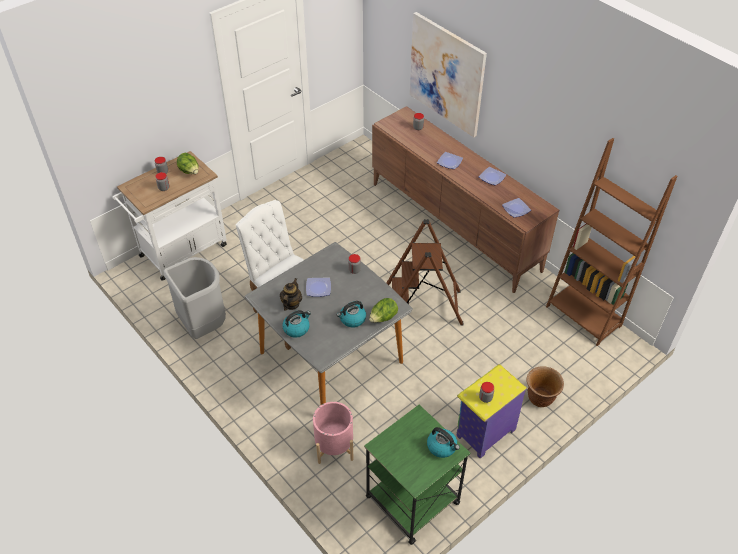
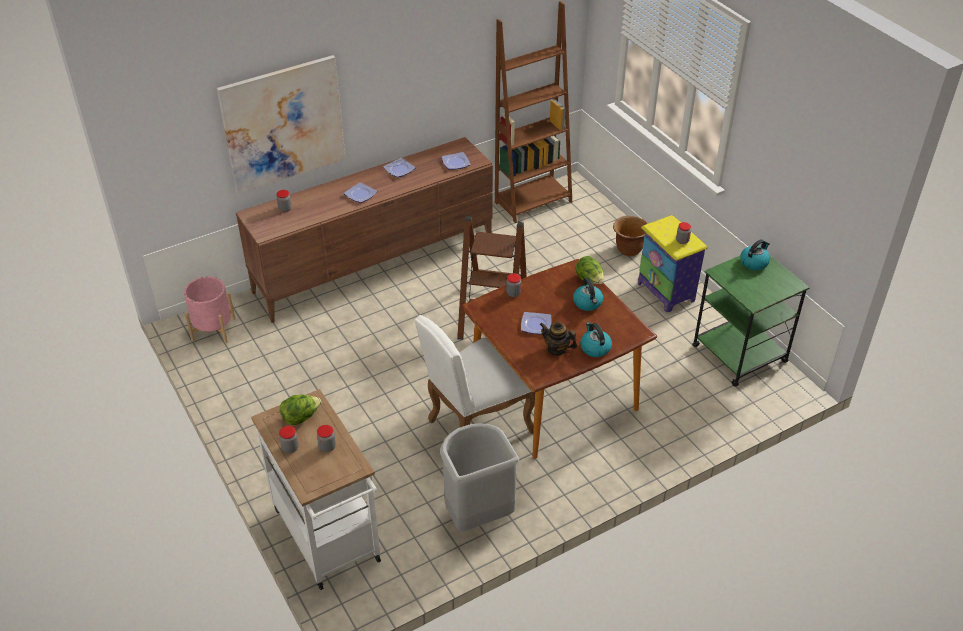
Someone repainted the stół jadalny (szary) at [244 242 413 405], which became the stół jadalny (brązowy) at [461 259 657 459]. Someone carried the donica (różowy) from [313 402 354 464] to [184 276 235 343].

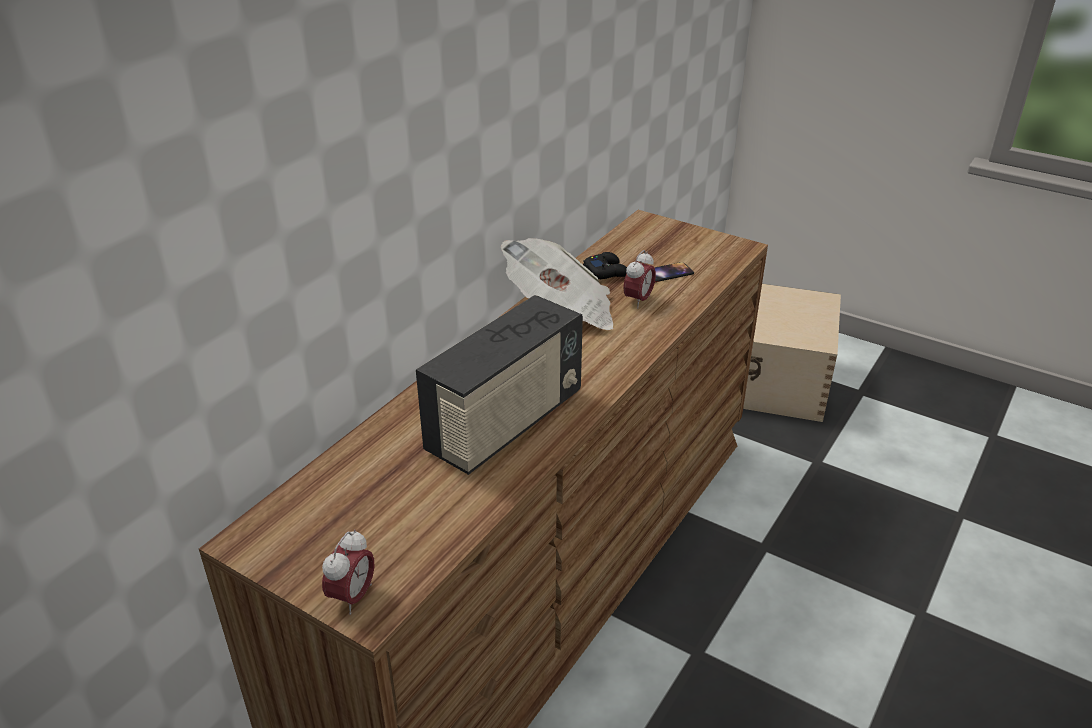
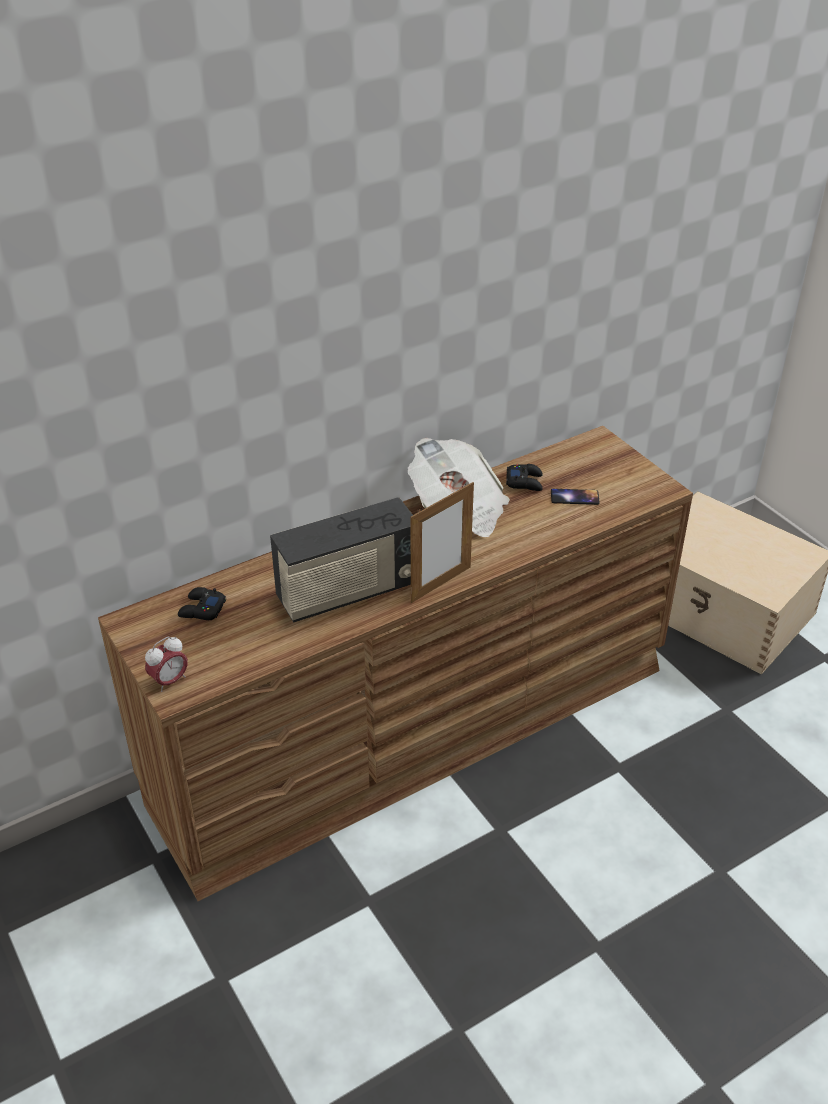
Someone took away the budzik at [623 250 656 308]. Someone put down the pad do gier (czarny) at [178 587 226 620]. Someone put down the ramka na zdjęcie at [411 482 474 603].

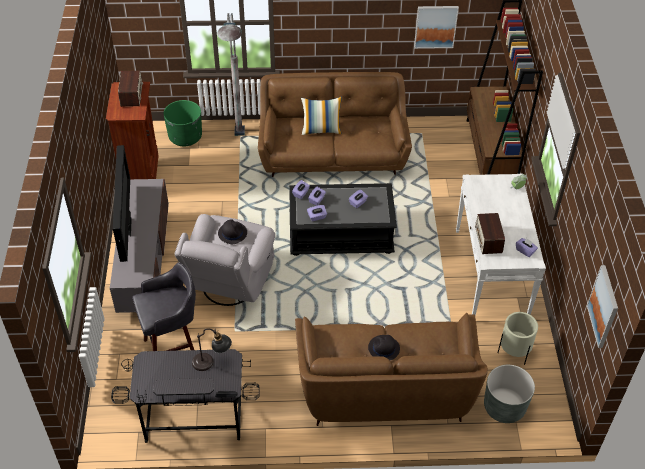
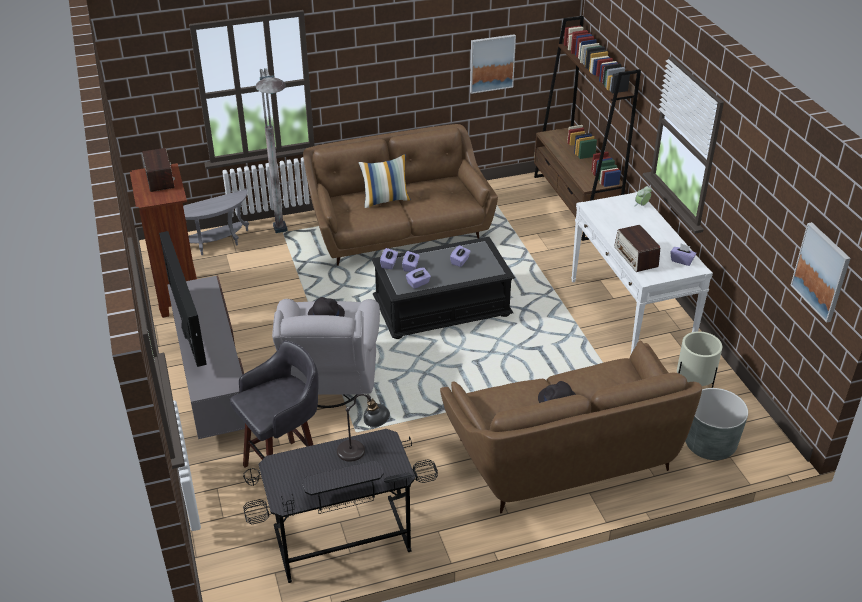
Someone swapped the donica (zielony) at [164 100 202 146] for the stolik (szary) at [183 189 249 255].

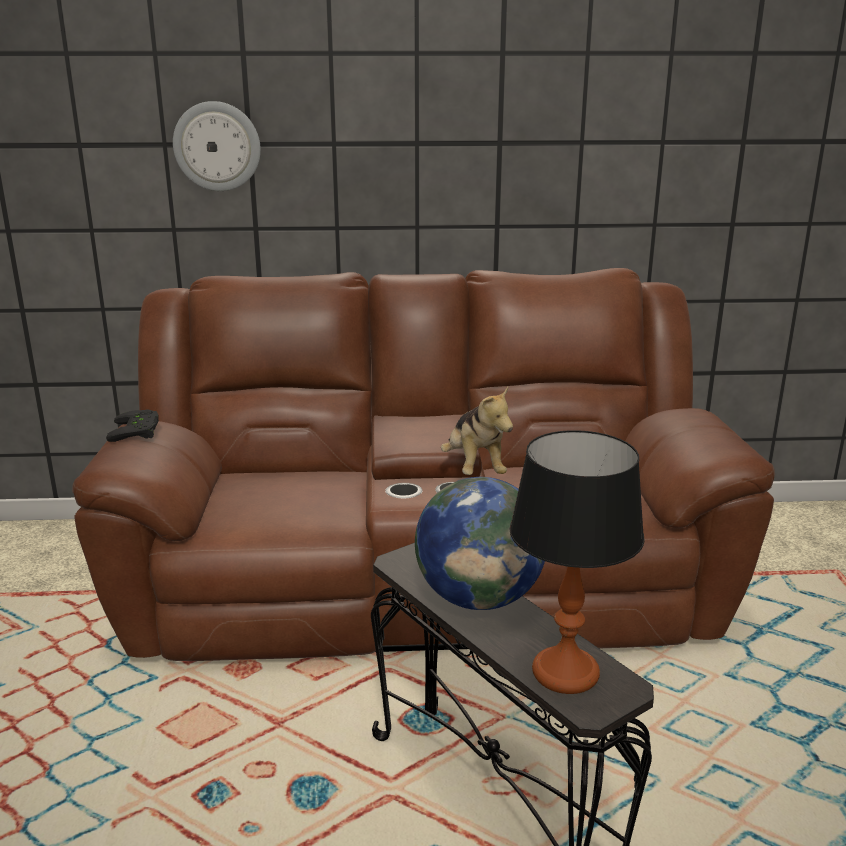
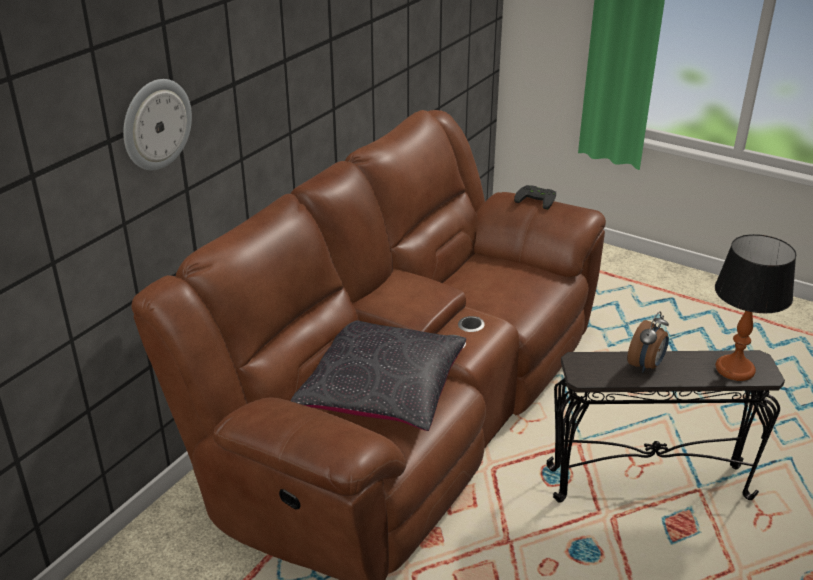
Someone carried the pad do gier (czarny) from [106 409 159 442] to [514 185 556 210]. Someone swapped the globus at [415 477 545 610] for the budzik at [627 311 669 373]. Someone took away the pluszak at [441 387 513 475]. Someone put down the poduszka (czarny) at [290 320 466 431].

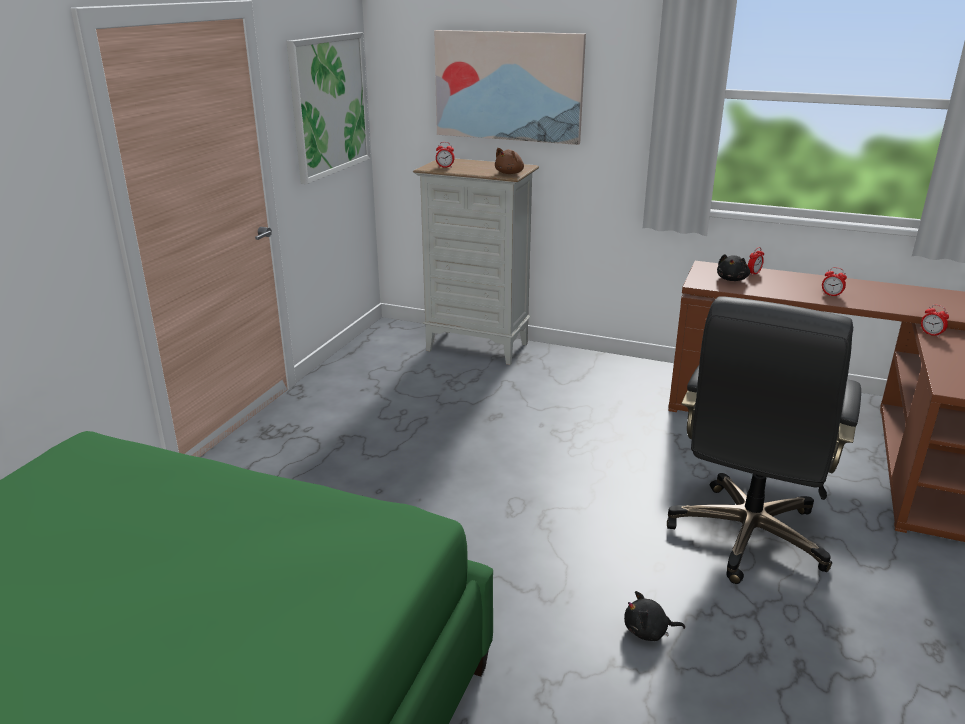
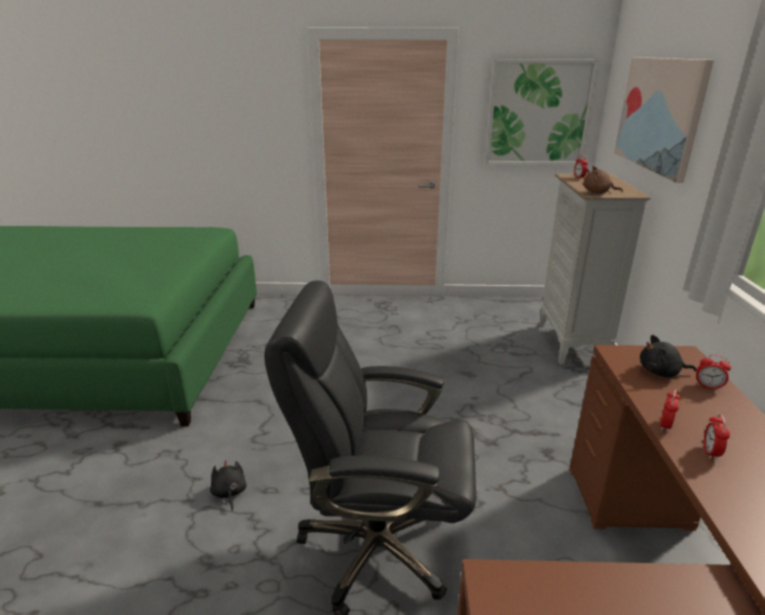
Someone carried the budzik from [921 305 949 337] to [660 389 680 432].

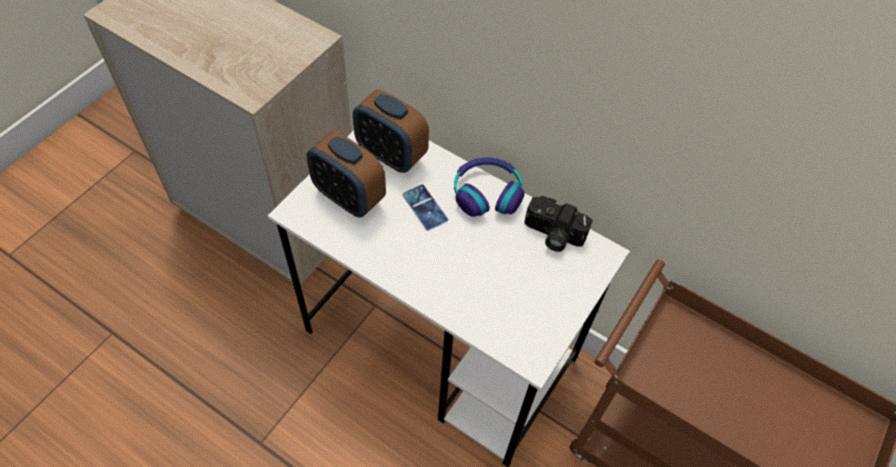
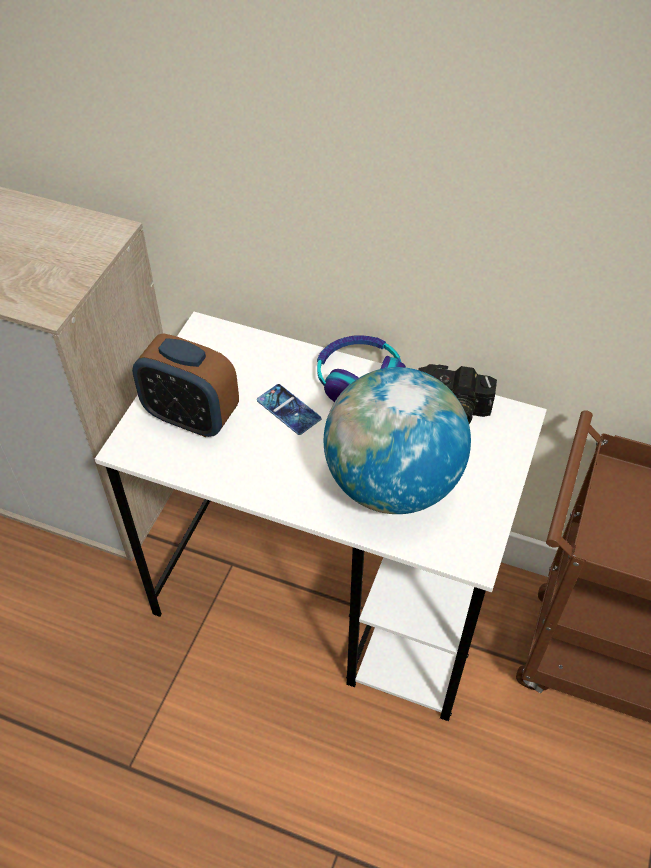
Someone took away the budzik at [353 89 429 173]. Someone put down the globus at [324 367 471 514].

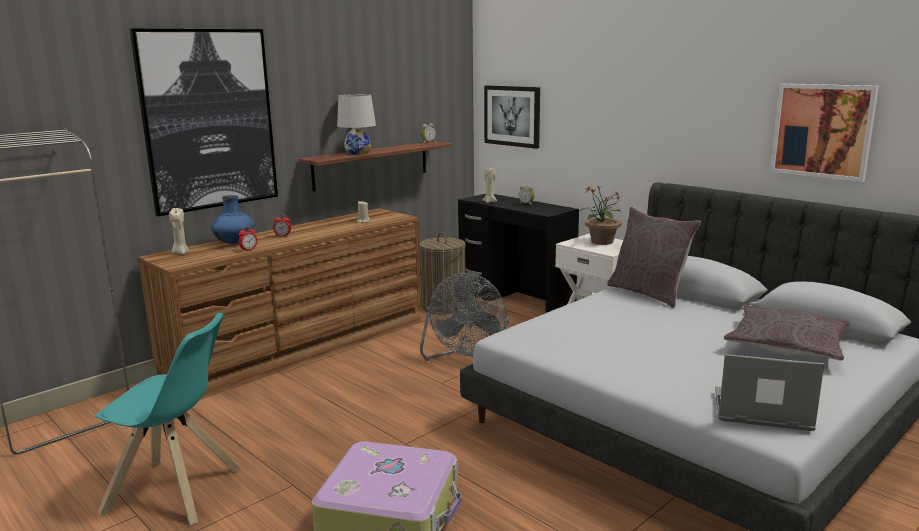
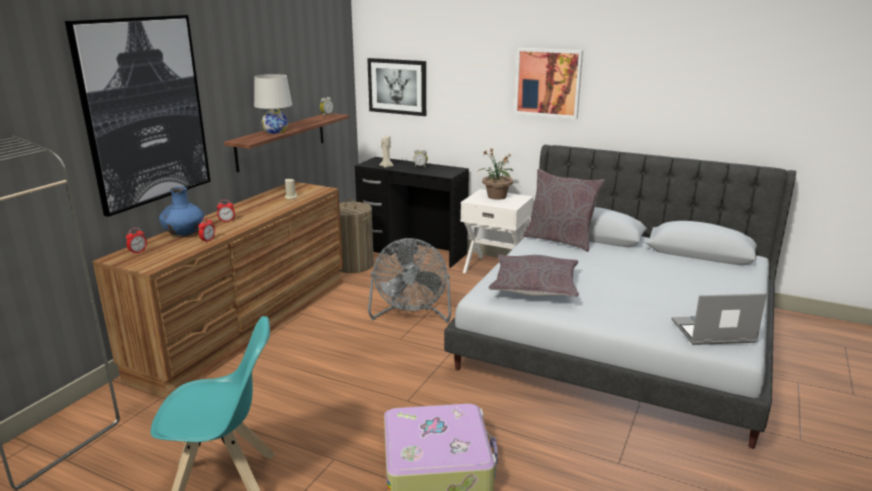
Someone swapped the świeca (beżowy) at [169 208 190 255] for the budzik at [126 228 147 255]. Someone carried the poduszka (szary) from [724 305 850 361] to [489 254 579 297]. Someone carried the obraz from [770 84 879 182] to [514 48 583 119].

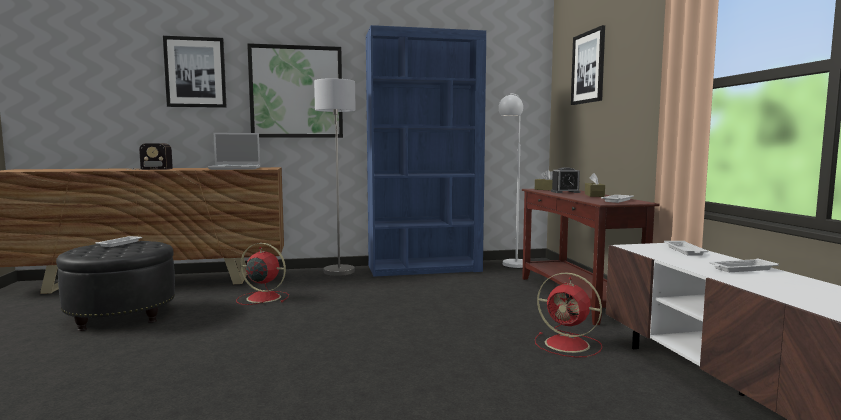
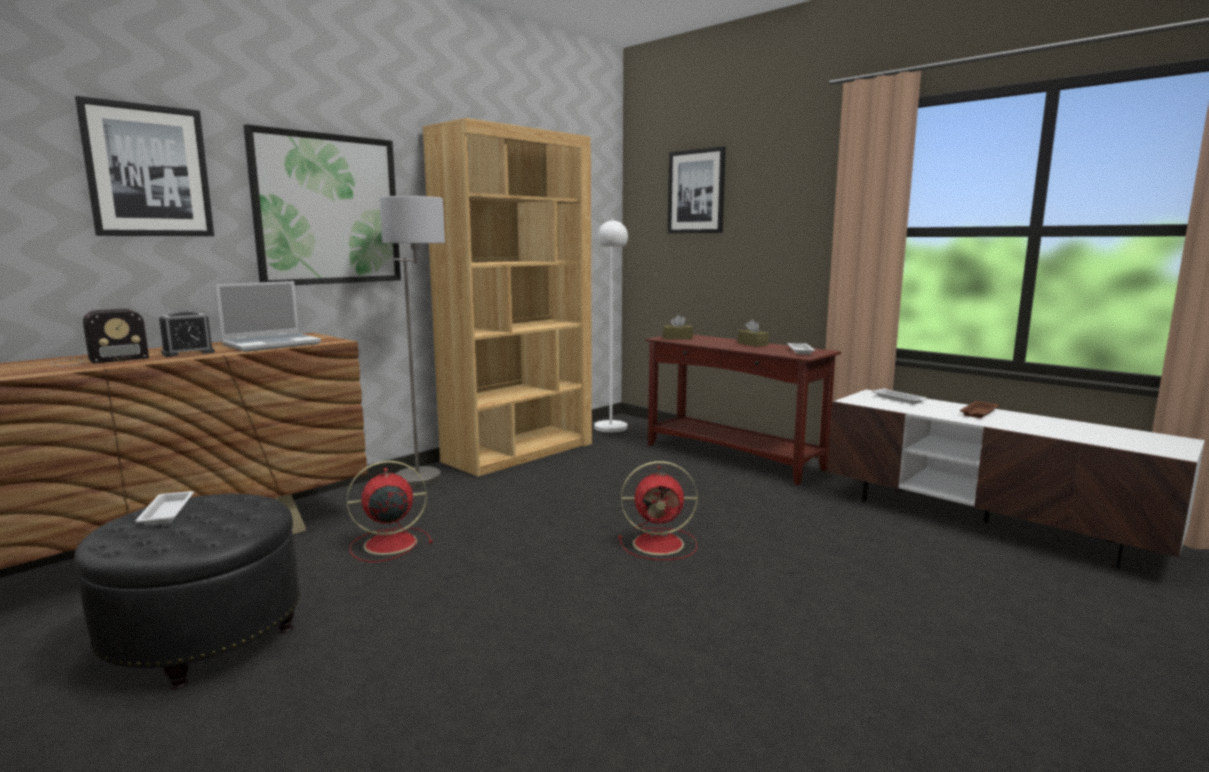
Someone repainted the regał (niebieski) at [366 25 486 277], which became the regał (brązowy) at [423 118 592 477]. Someone carried the wentylator (czerwony) from [535 272 602 357] to [619 461 698 560]. Someone carried the budzik from [551 167 581 193] to [159 310 215 357]. Someone repainted the taca (biały) at [709 258 779 272], which became the taca (brązowy) at [960 401 999 418].

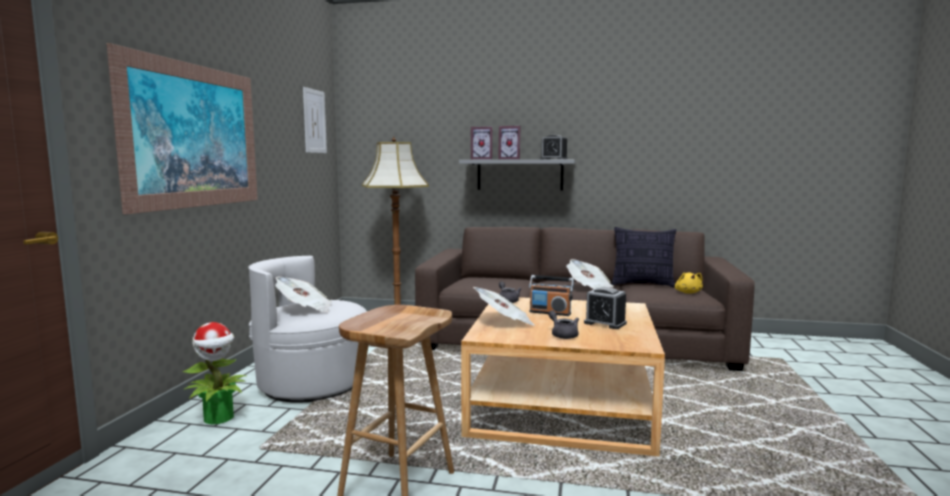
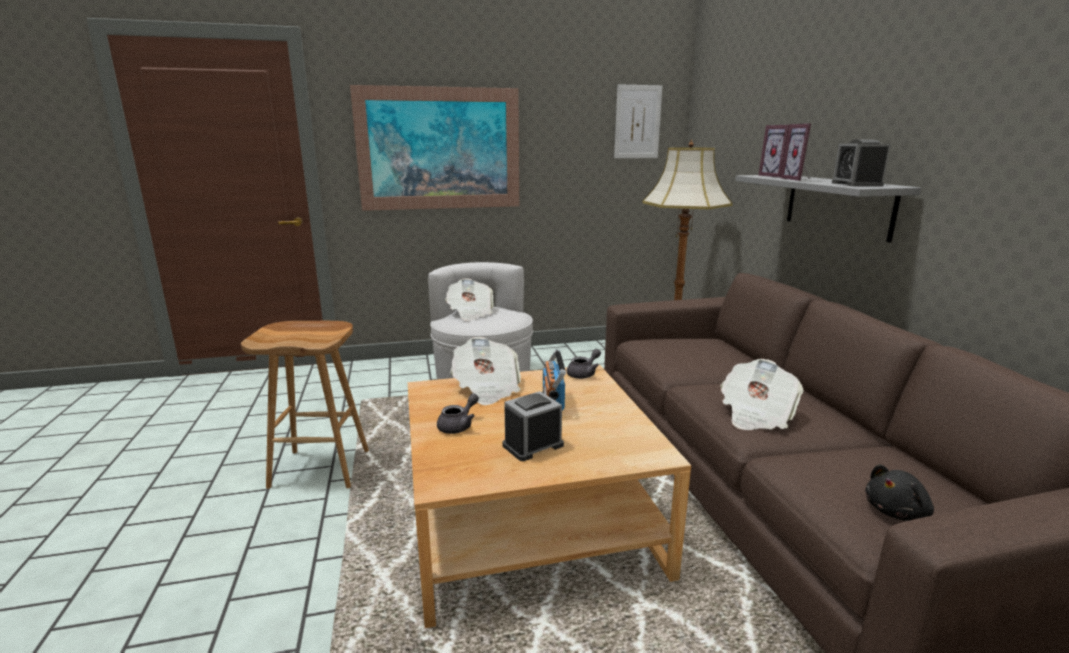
Someone took away the roślina doniczkowa at [182 322 247 424]. Someone rotated the budzik at [584 287 627 329] by 45 degrees clockwise. Someone took away the poduszka at [611 227 676 288]. Someone repainted the pluszak (żółty) at [675 272 703 294], which became the pluszak (czarny) at [865 464 934 521].

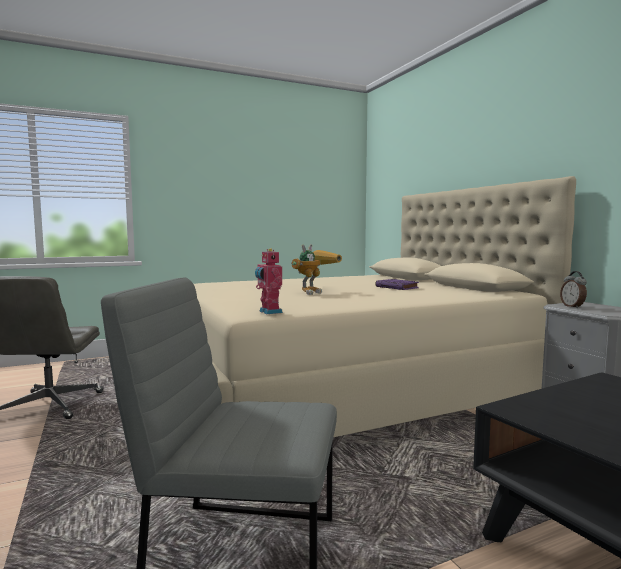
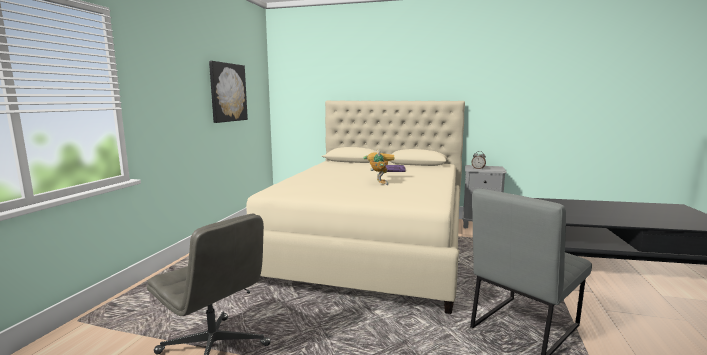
Someone took away the robot zabawkowy at [255 248 283 314]. Someone put up the obraz at [209 61 248 123].

